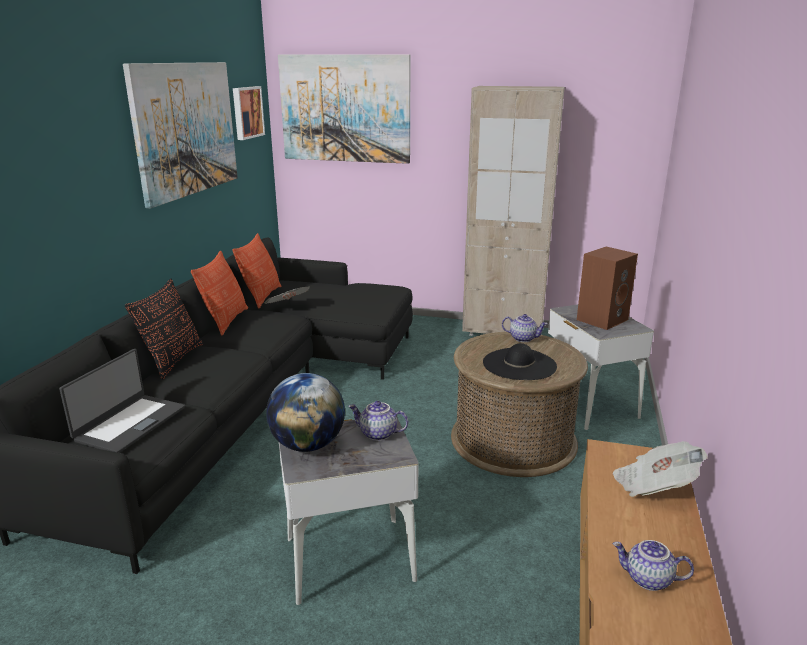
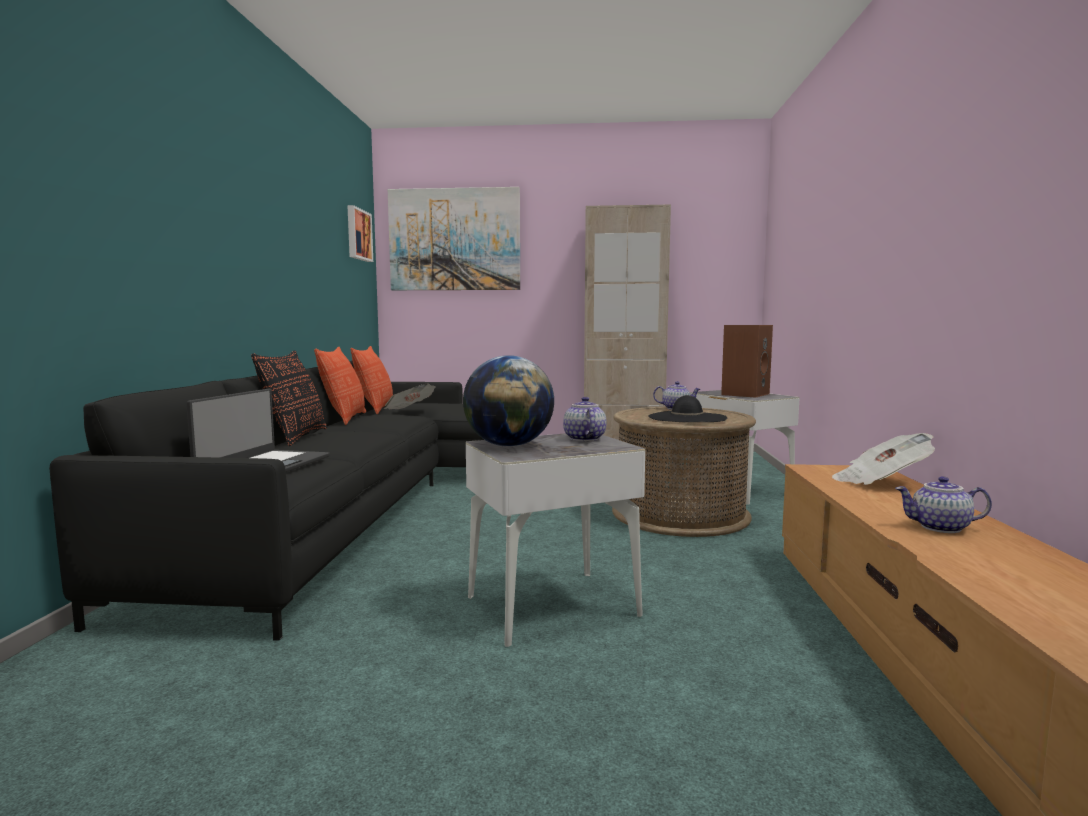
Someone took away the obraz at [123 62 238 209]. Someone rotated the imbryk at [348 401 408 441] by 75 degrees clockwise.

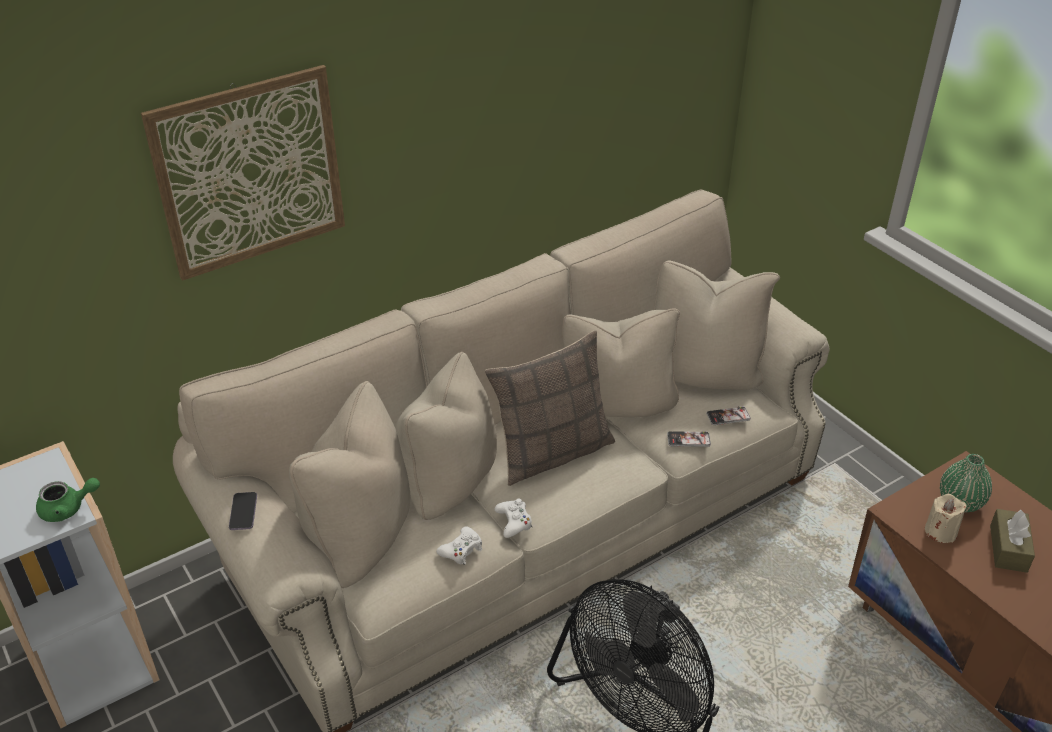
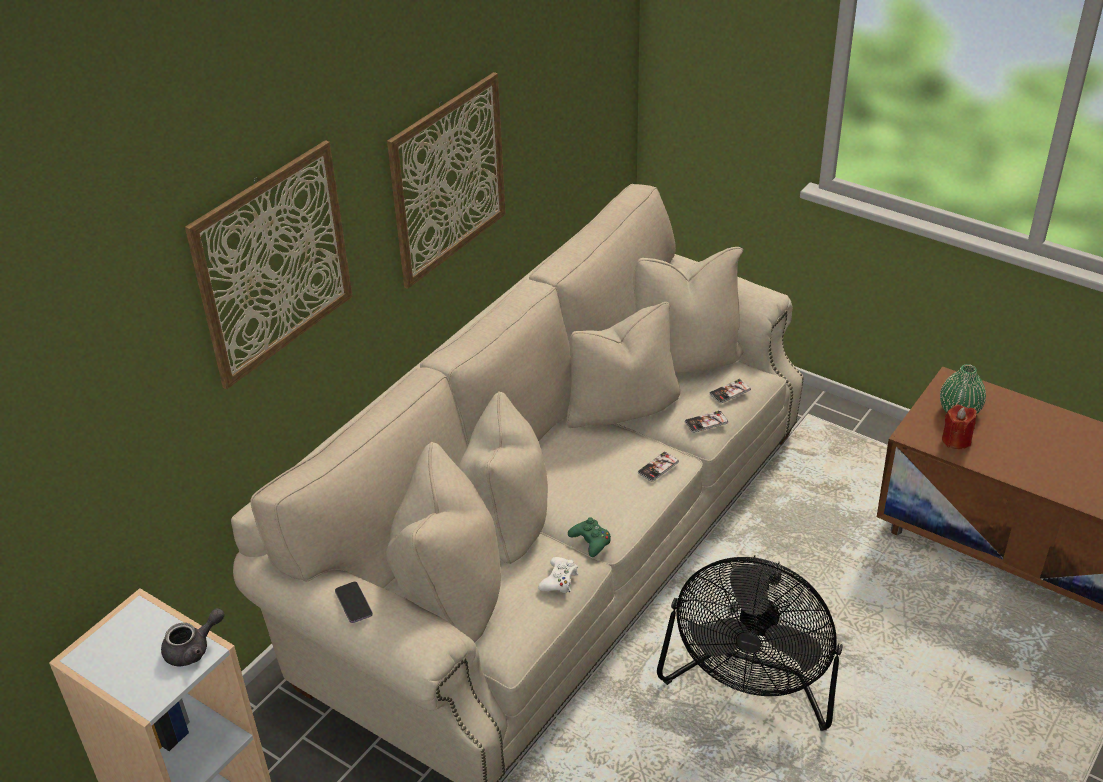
Someone repainted the imbryk (zielony) at [36 478 100 522], which became the imbryk (szary) at [161 608 225 666]. Someone took away the poduszka at [485 331 615 486]. Someone repainted the pad do gier (biały) at [495 498 532 538], which became the pad do gier (zielony) at [568 517 611 557]. Someone repainted the świeca (beżowy) at [925 494 967 543], which became the świeca (czerwony) at [942 405 976 449]. Someone took away the pudełko chusteczek (brązowy) at [990 509 1035 573]. Someone put up the obraz at [387 72 506 289]. Someone put down the telefon at [638 451 679 482].

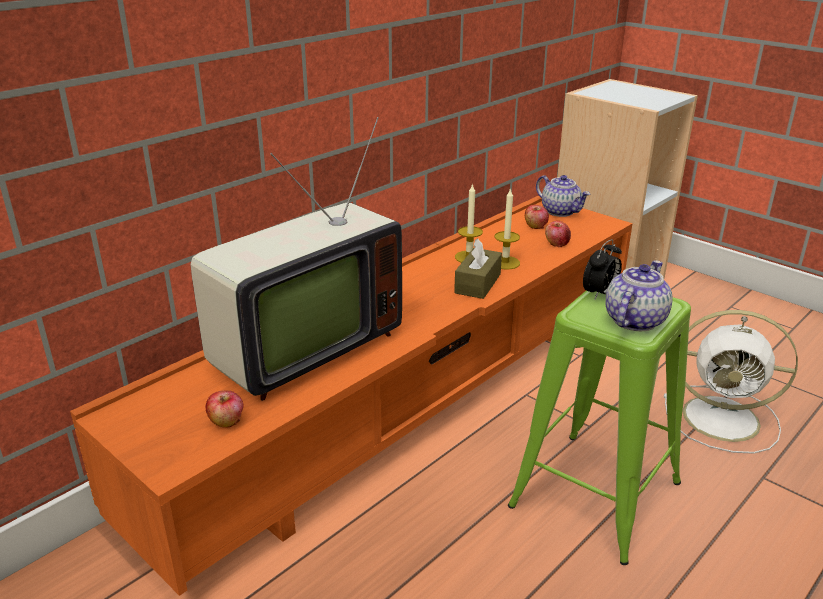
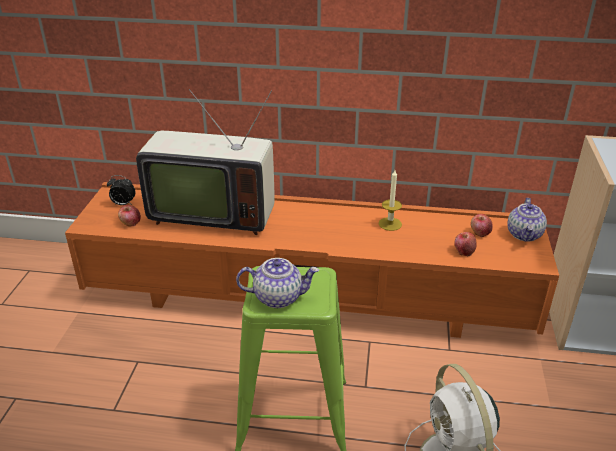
Someone took away the pudełko chusteczek (brązowy) at [454 238 502 299]. Someone took away the świeca at [495 188 520 270]. Someone carried the budzik from [583 239 622 299] to [107 175 136 205].

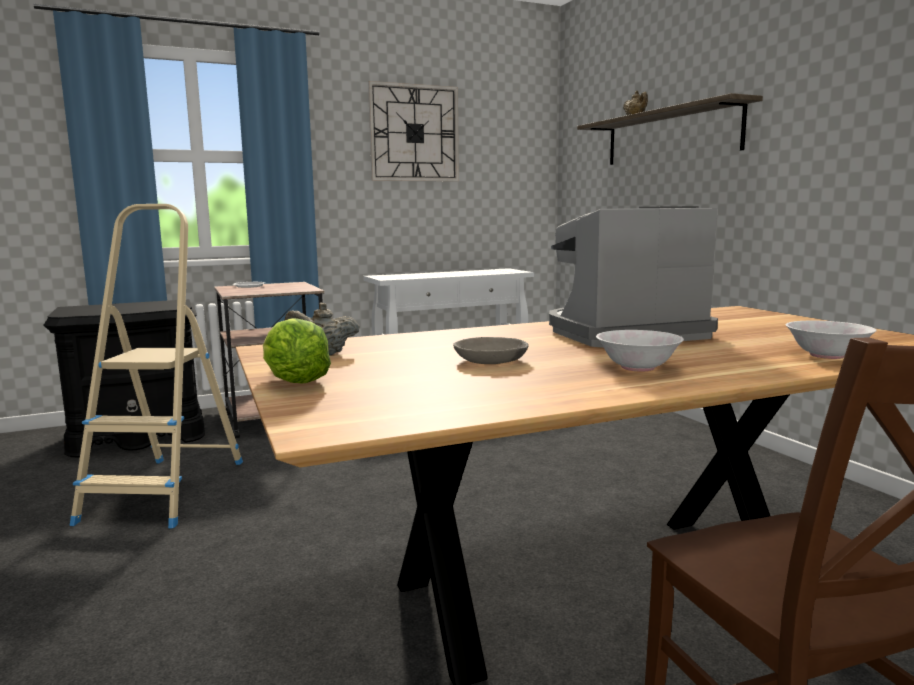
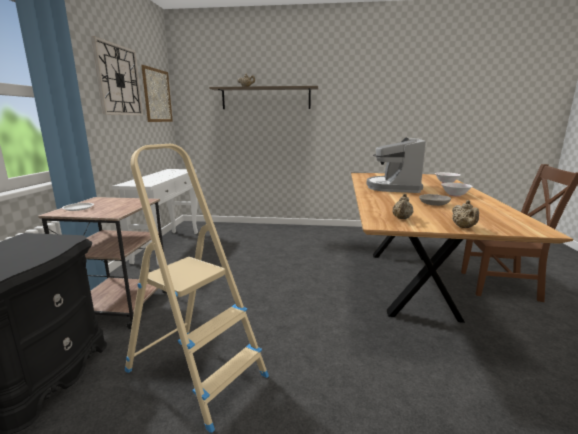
Someone swapped the sałata at [263 318 331 384] for the imbryk (beżowy) at [452 200 479 228]. Someone put up the obraz at [141 65 173 122].

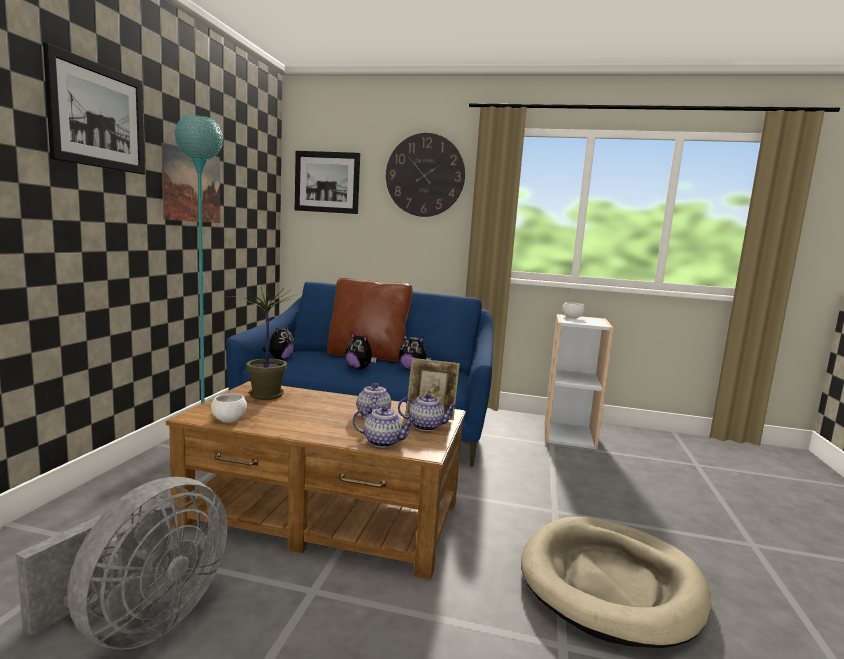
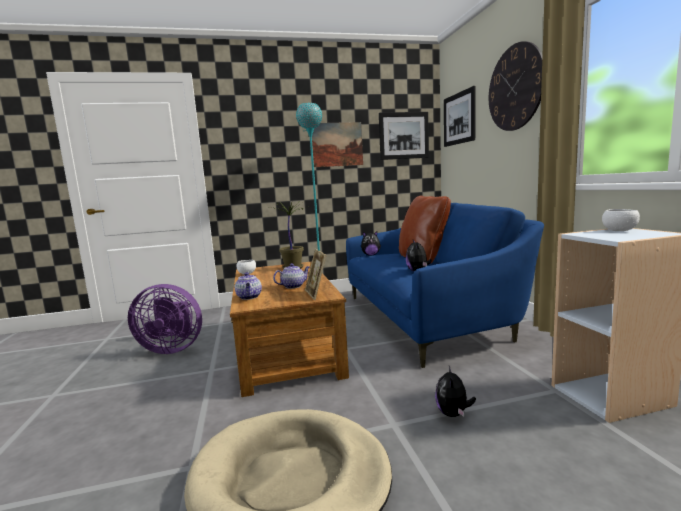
Someone repainted the wentylator (szary) at [16 477 228 650], which became the wentylator (fioletowy) at [128 284 202 354]. Someone carried the obraz from [43 43 145 174] to [379 112 429 160]. Someone carried the pluszak from [345 331 377 369] to [435 366 476 417]. Someone took away the imbryk at [398 393 457 431].

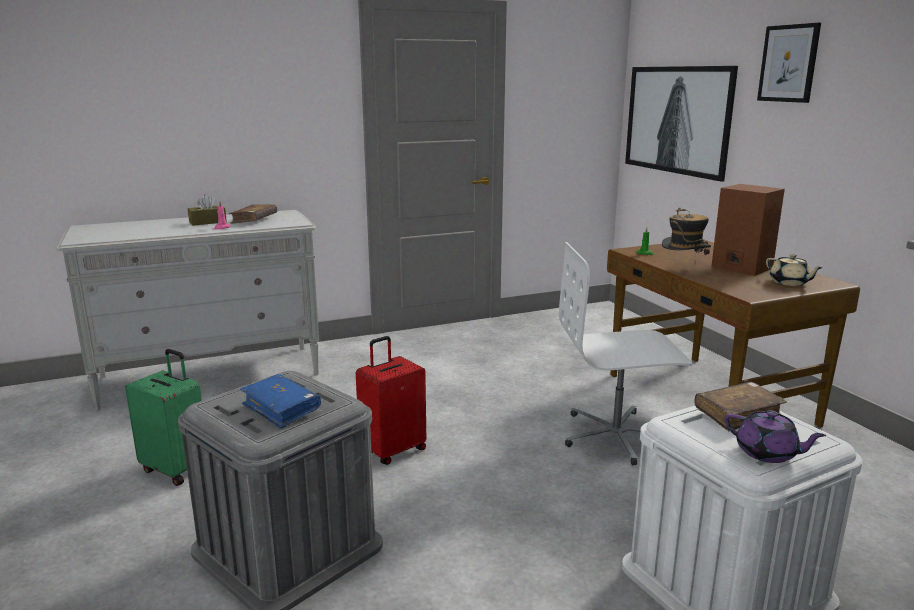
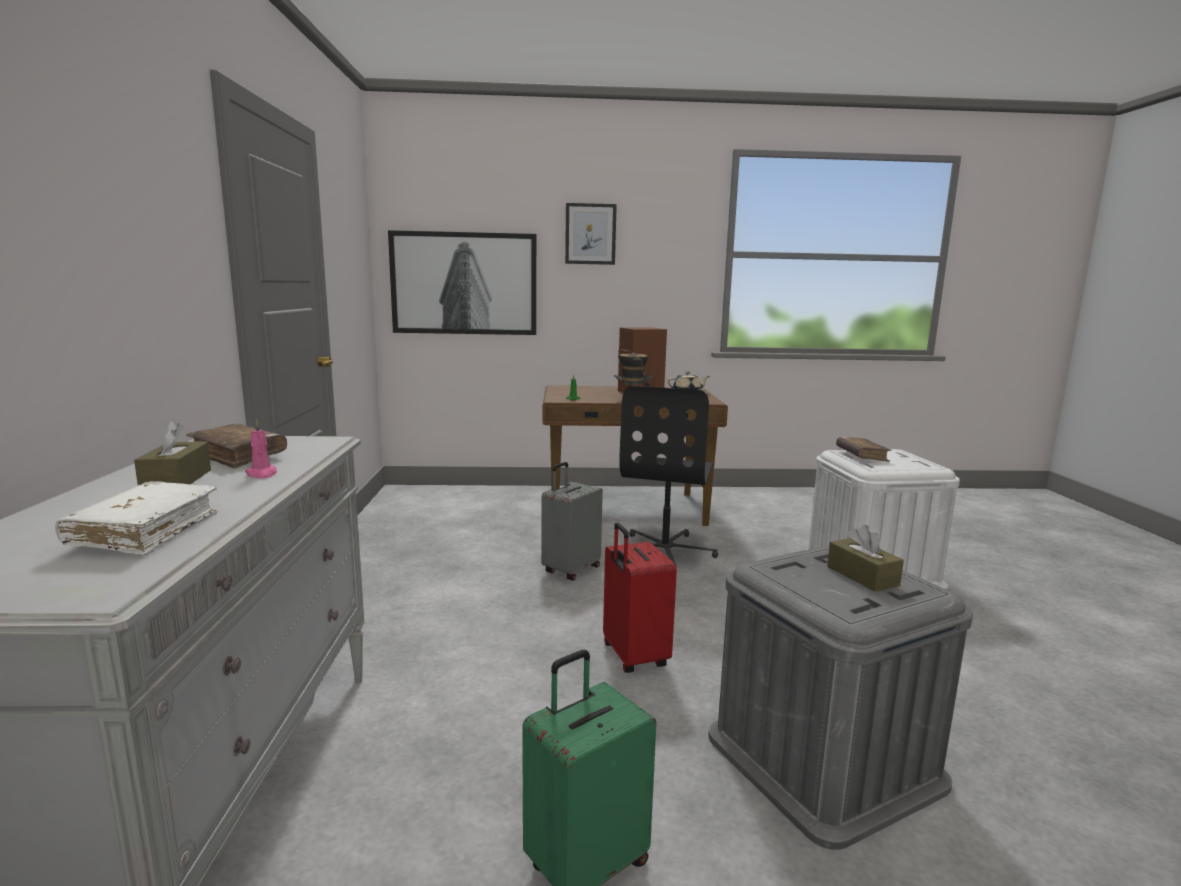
Someone swapped the książka (niebieski) at [240 374 321 429] for the pudełko chusteczek (brązowy) at [827 525 904 592]. Someone repainted the krzesło biurowe (biały) at [559 242 692 465], which became the krzesło biurowe (czarny) at [619 386 718 565]. Someone took away the imbryk (fioletowy) at [724 410 827 463]. Someone put down the książka (biały) at [55 481 217 555]. Someone put down the walizka (szary) at [541 462 603 581].

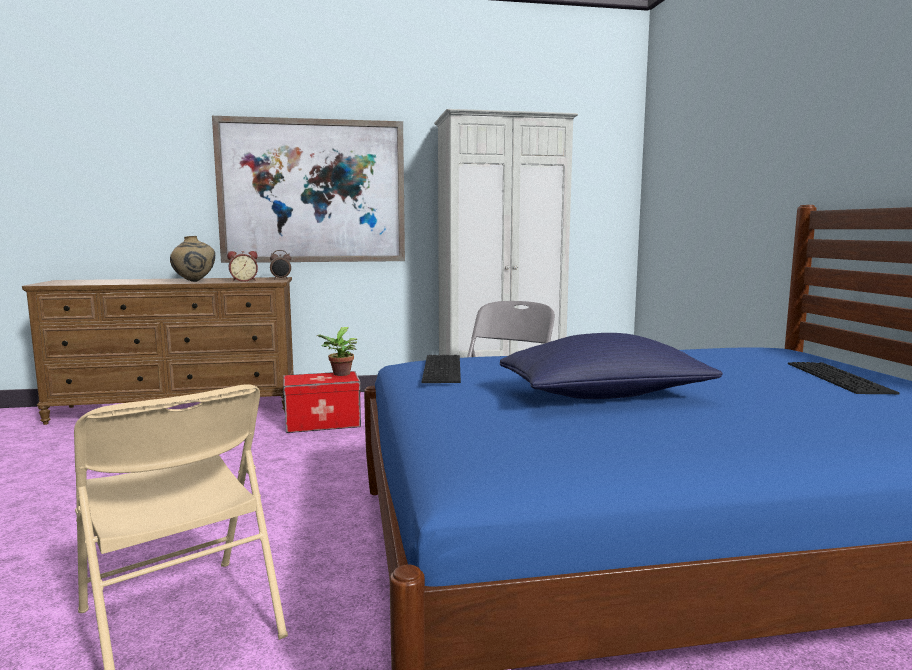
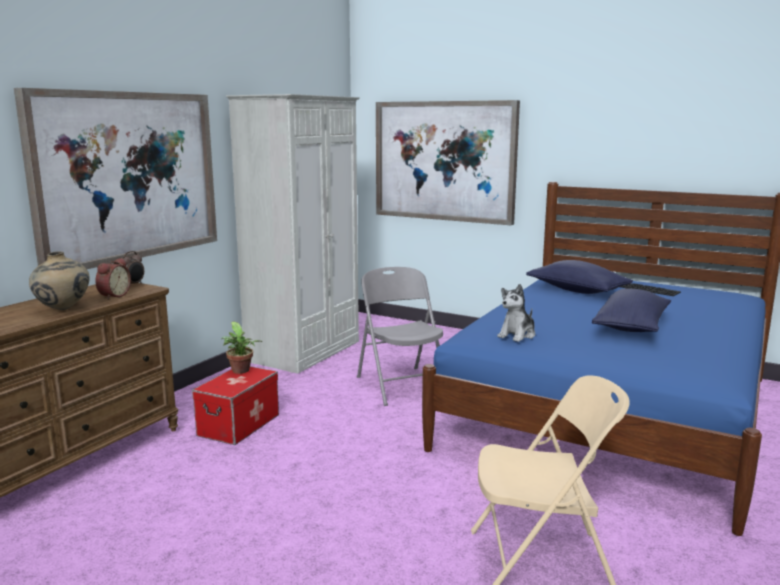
Someone swapped the klawiatura at [422 355 461 383] for the pluszak at [497 284 535 342]. Someone put up the obraz at [376 100 520 225]. Someone put down the poduszka (niebieski) at [526 260 633 294].

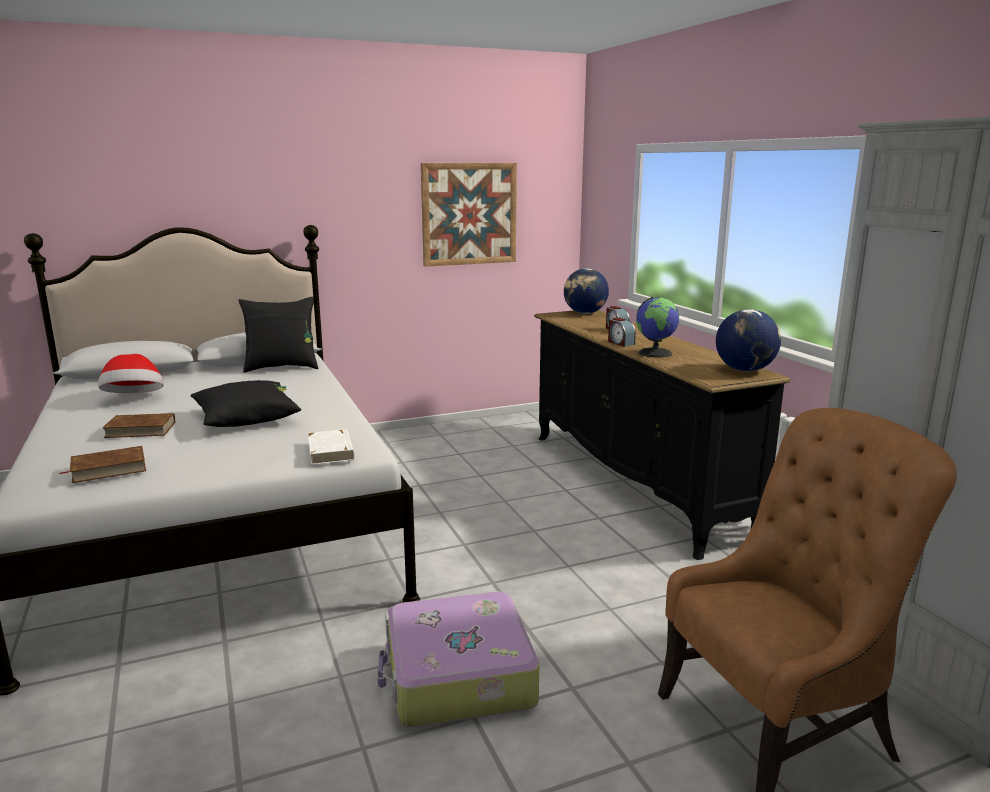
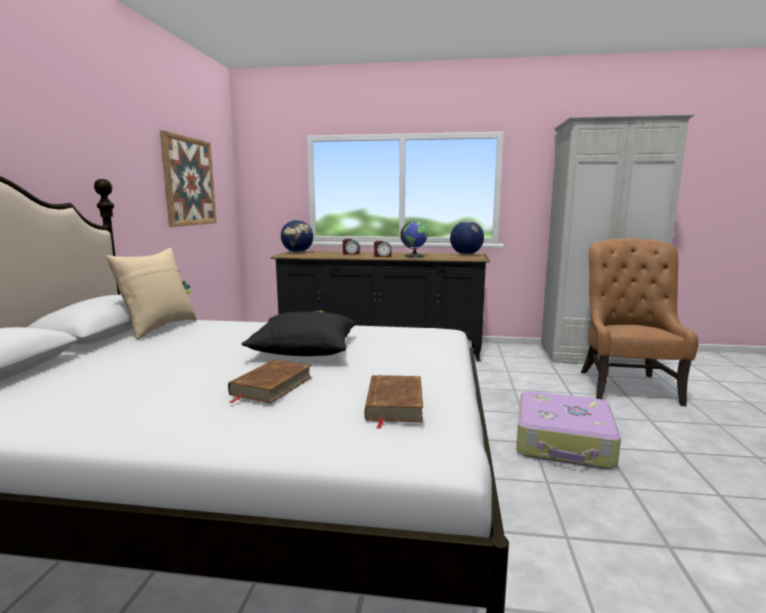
Someone took away the kapelusz at [98 354 164 393]. Someone repainted the poduszka (czarny) at [238 297 318 372], which became the poduszka (beżowy) at [106 248 197 339]. Someone took away the książka (biały) at [307 429 354 465].

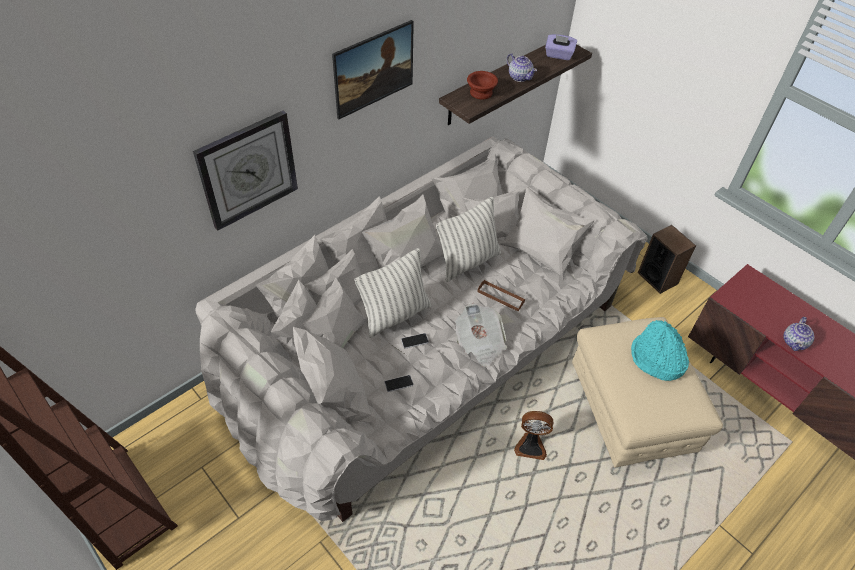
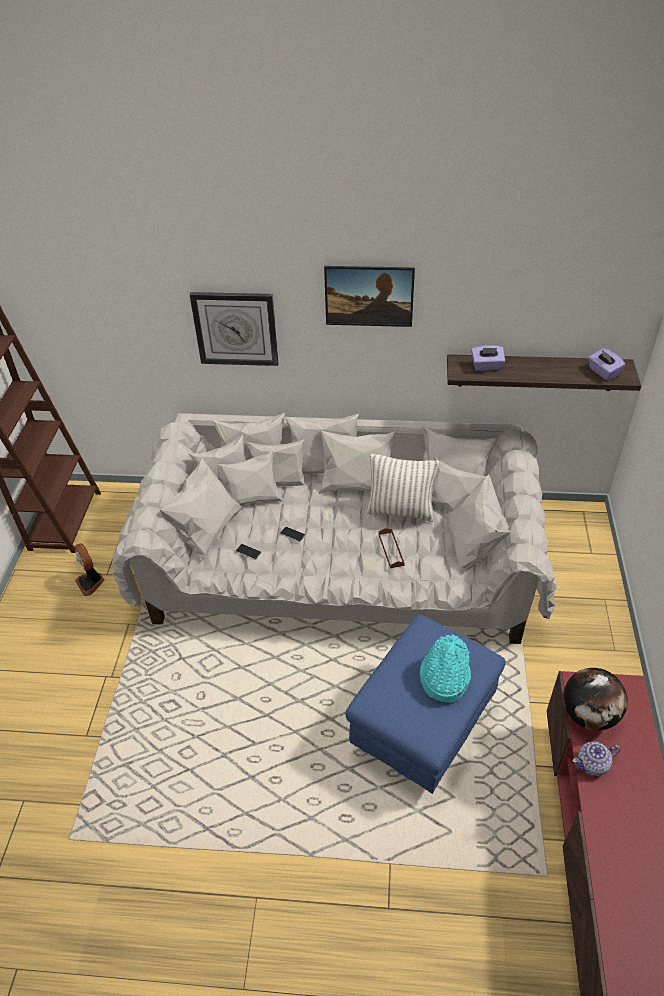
Someone took away the poduszka at [355 248 432 338]. Someone took away the gazeta at [455 303 507 367]. Someone swapped the miska (brązowy) at [467 71 498 100] for the pudełko chusteczek (fioletowy) at [471 345 505 371]. Someone took away the imbryk at [507 53 537 82]. Someone carried the wentylator from [514 411 553 460] to [74 543 104 596]. Someone repainted the pufa (beżowy) at [572 317 723 468], which became the pufa (niebieski) at [345 614 506 794]. Someone took away the głośnik at [638 225 696 294]. Someone put down the globus at [563 668 628 731].

